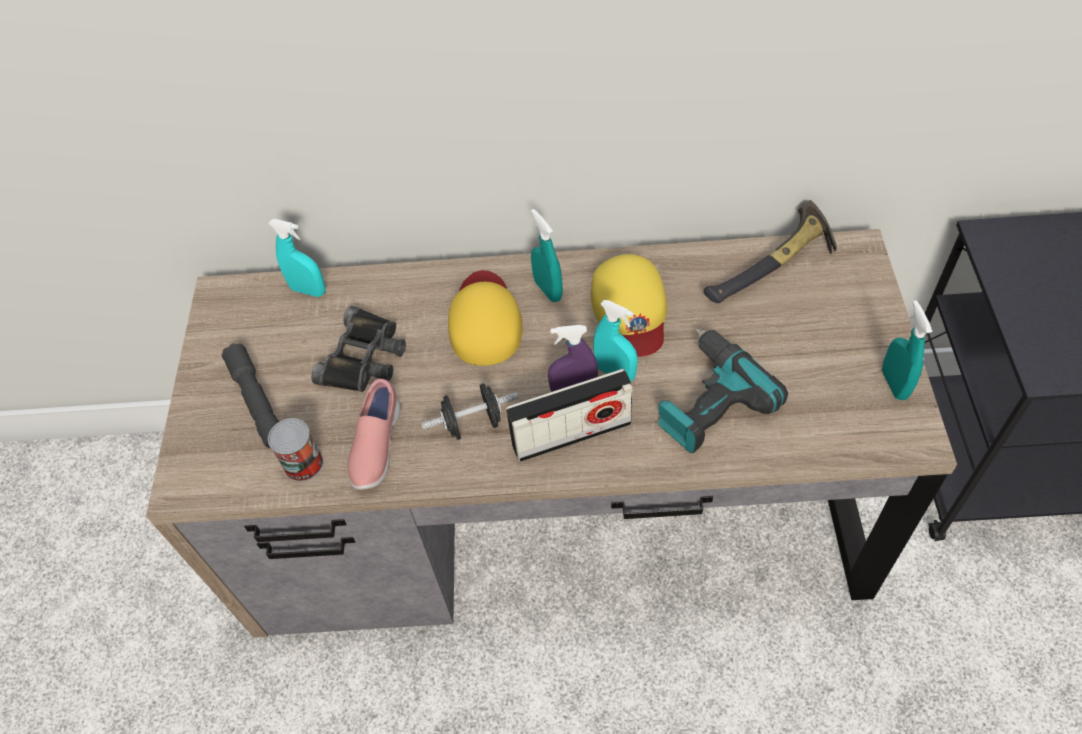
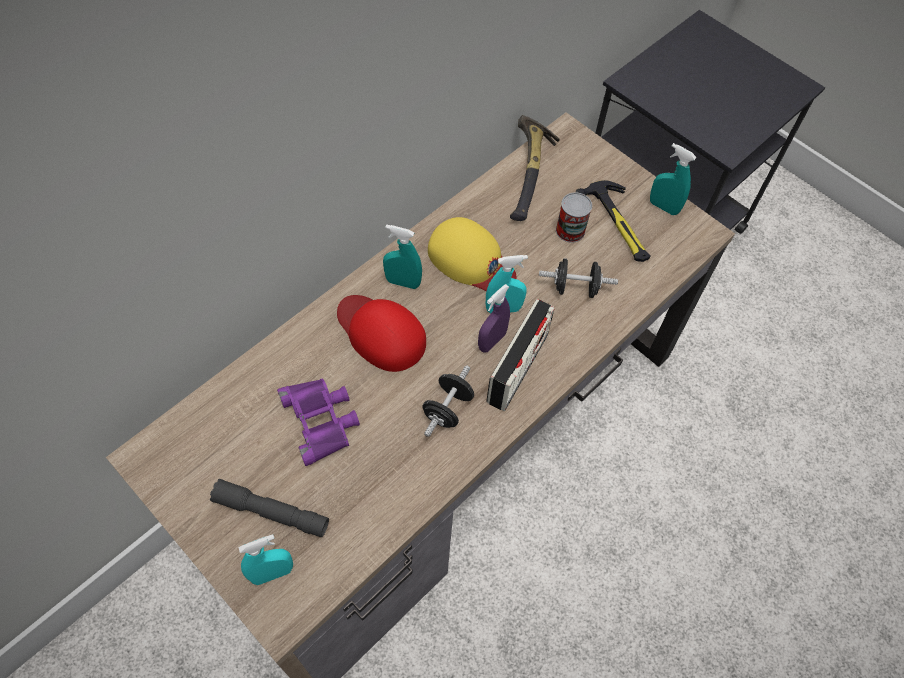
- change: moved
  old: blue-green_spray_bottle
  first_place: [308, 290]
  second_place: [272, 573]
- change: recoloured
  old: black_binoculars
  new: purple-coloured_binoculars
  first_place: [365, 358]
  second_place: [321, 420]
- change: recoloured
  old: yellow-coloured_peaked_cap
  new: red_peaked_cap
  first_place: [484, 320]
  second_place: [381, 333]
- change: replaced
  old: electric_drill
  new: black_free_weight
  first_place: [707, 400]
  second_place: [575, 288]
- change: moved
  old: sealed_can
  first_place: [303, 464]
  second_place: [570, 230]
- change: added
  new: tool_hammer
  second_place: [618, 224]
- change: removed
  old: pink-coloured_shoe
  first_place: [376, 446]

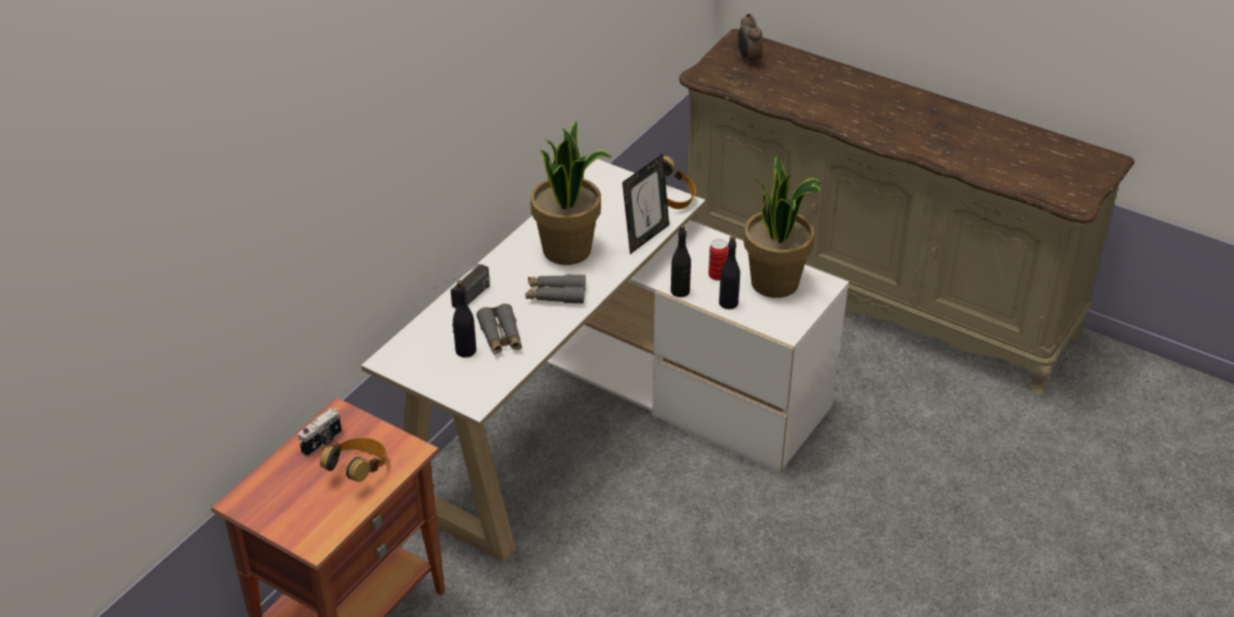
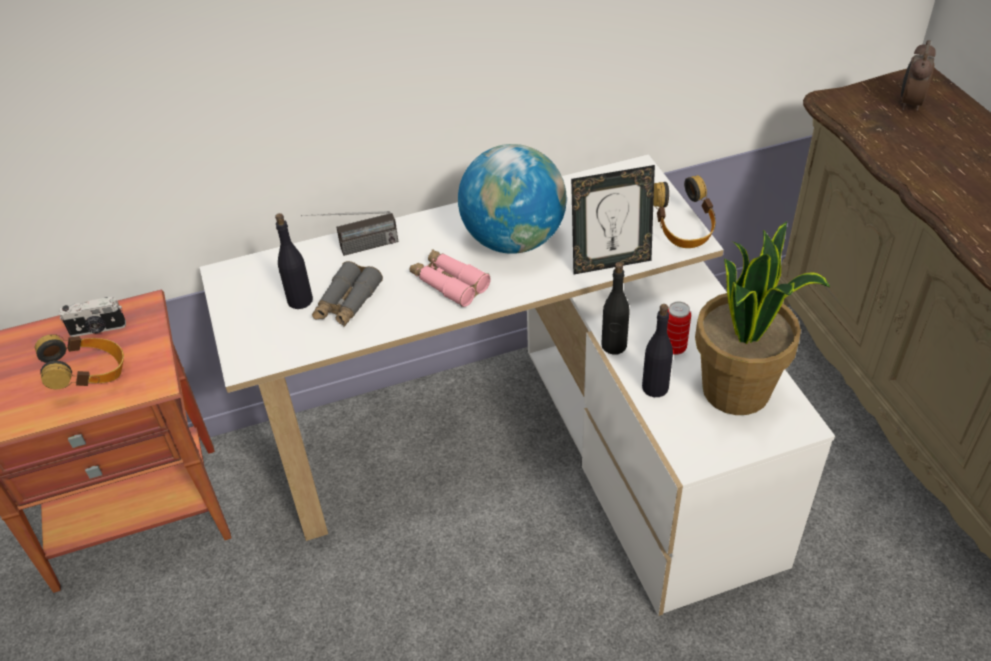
- change: recoloured
  old: grey_binoculars
  new: pink-coloured_binoculars
  first_place: [555, 295]
  second_place: [449, 283]
- change: replaced
  old: plant_in_a_pot
  new: desk_globe
  first_place: [568, 250]
  second_place: [514, 240]

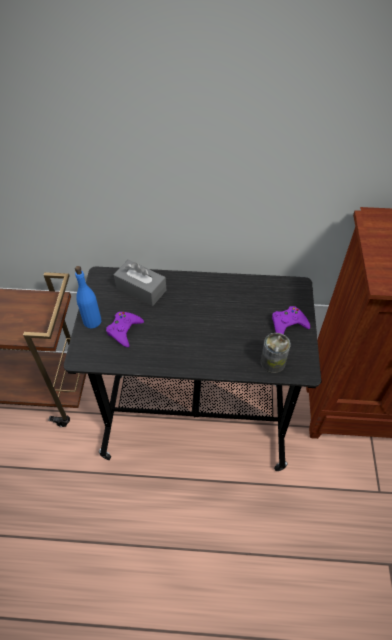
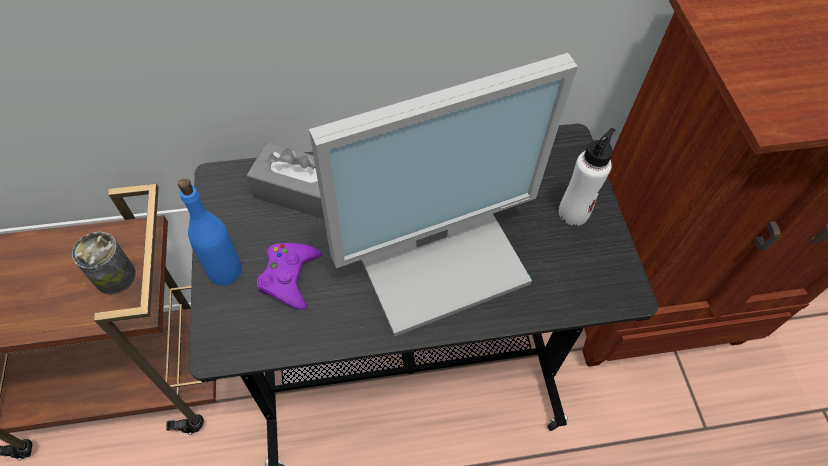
- change: moved
  old: sealed_can
  first_place: [273, 362]
  second_place: [115, 276]
- change: added
  new: monitor
  second_place: [438, 251]
- change: replaced
  old: purple-coloured_joypad
  new: white-coloured_beverage_bottle
  first_place: [288, 324]
  second_place: [573, 213]

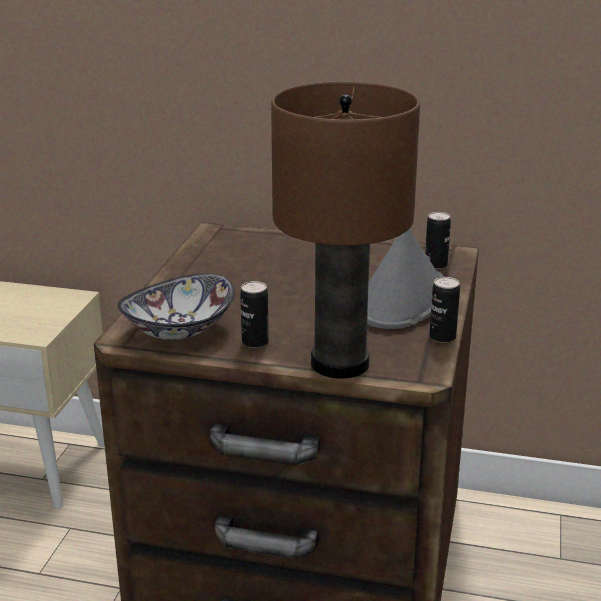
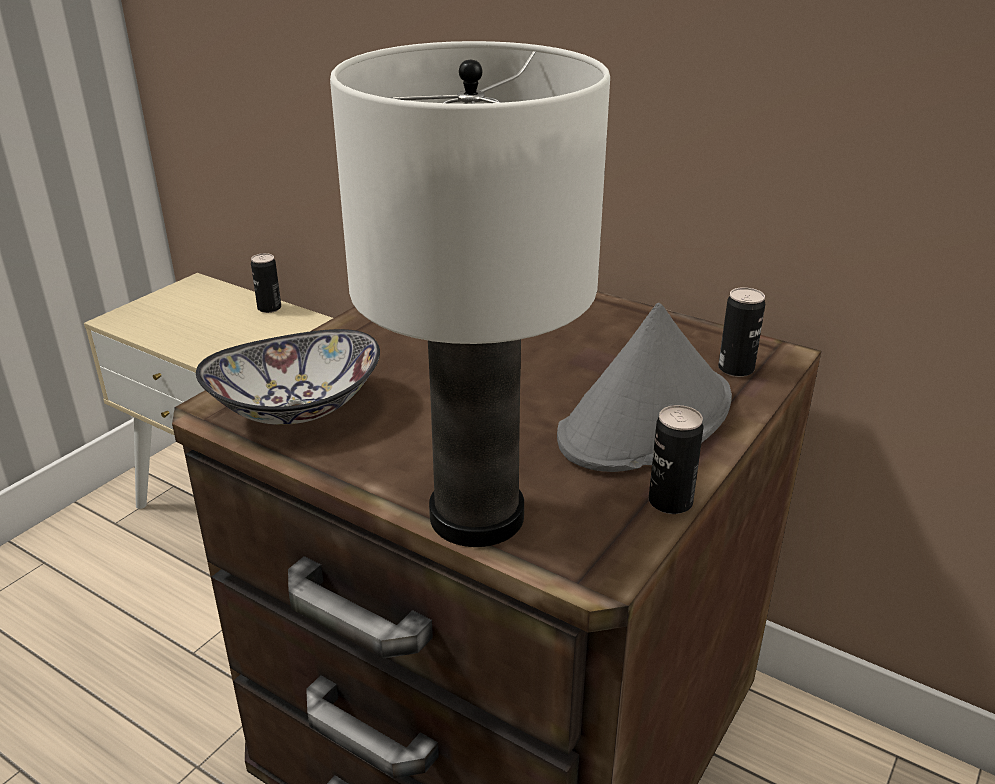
- change: moved
  old: sealed_can
  first_place: [255, 342]
  second_place: [269, 308]
- change: recoloured
  old: brown_table_lamp
  new: white-coloured_table_lamp
  first_place: [339, 363]
  second_place: [475, 515]

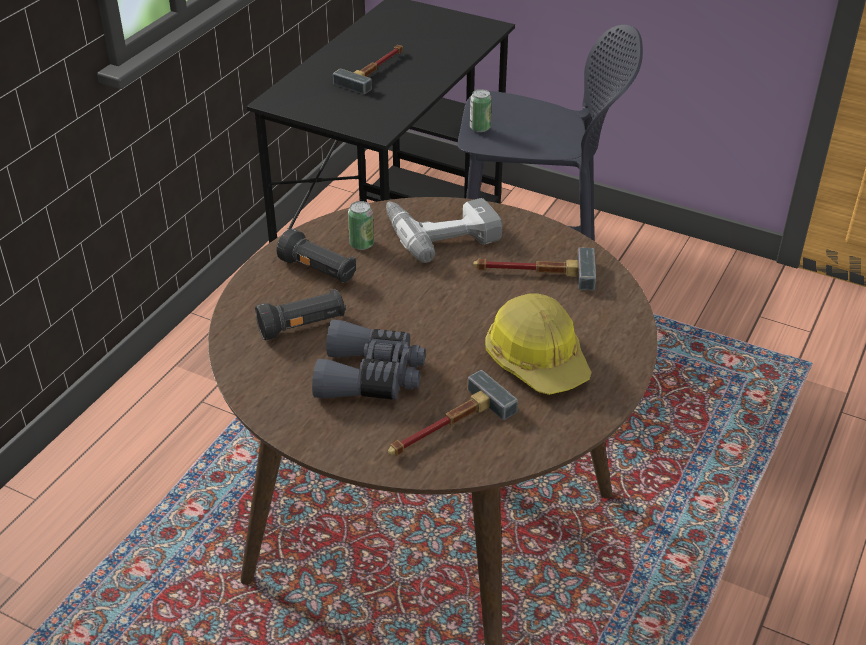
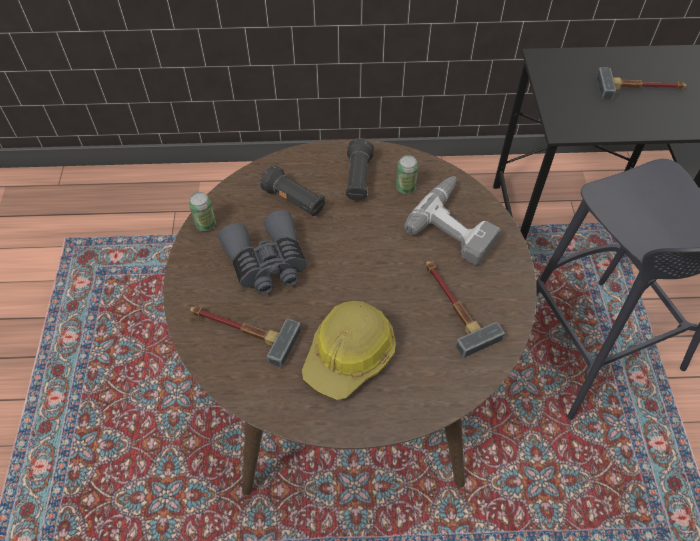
- change: moved
  old: sealed_can
  first_place: [480, 128]
  second_place: [205, 224]

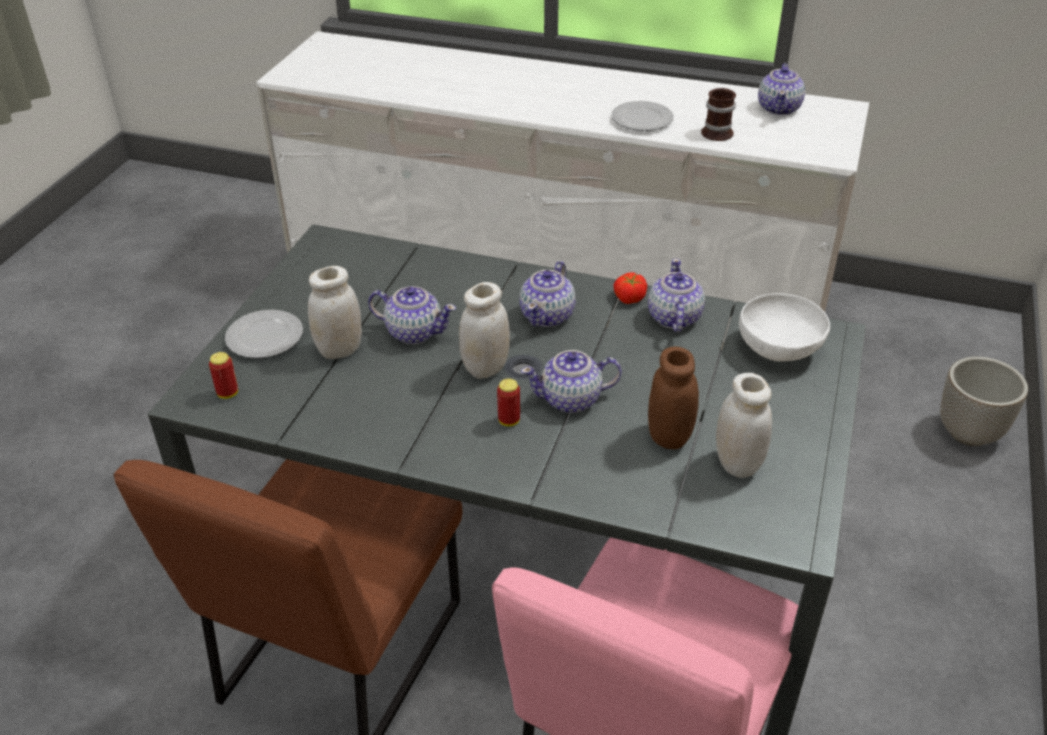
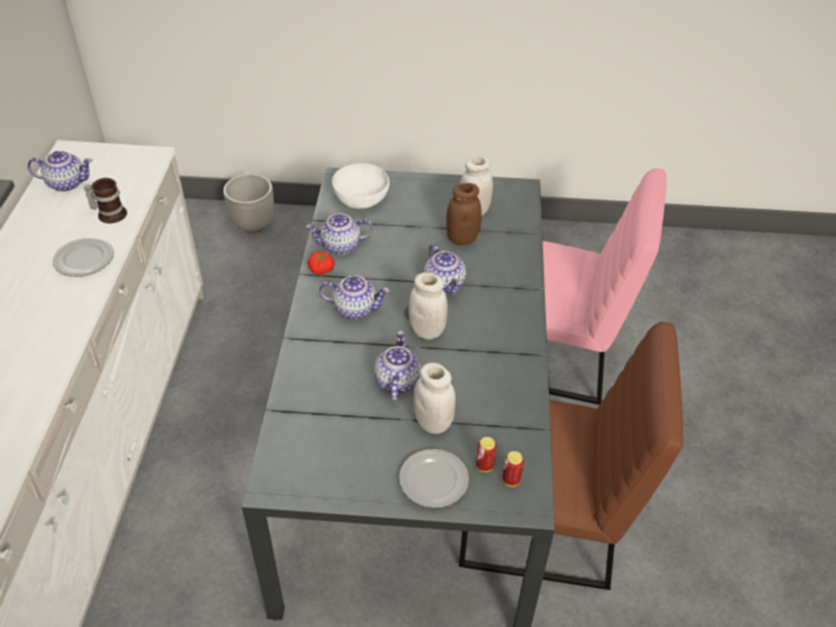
- change: moved
  old: sealed_can
  first_place: [509, 420]
  second_place: [484, 466]

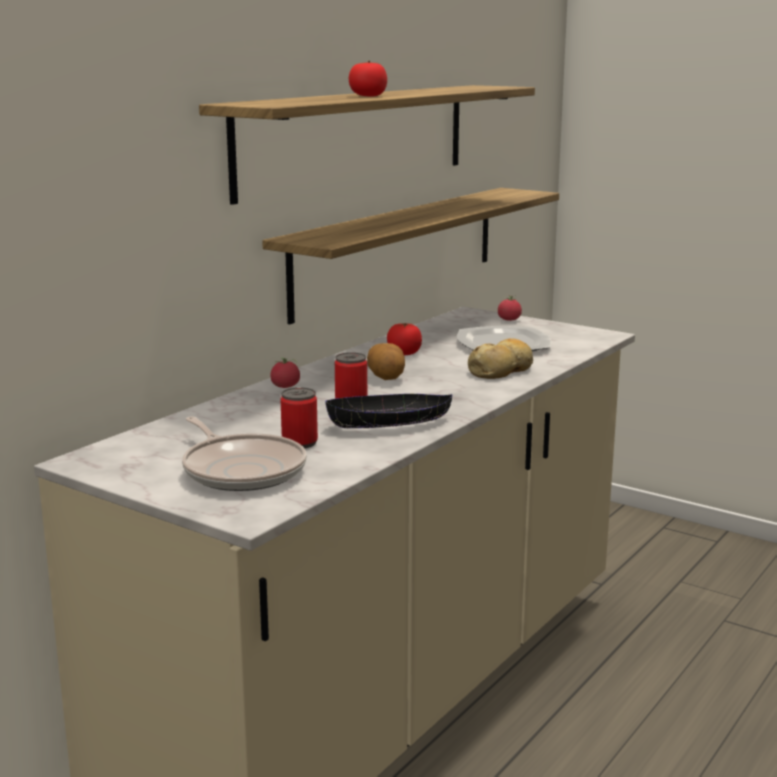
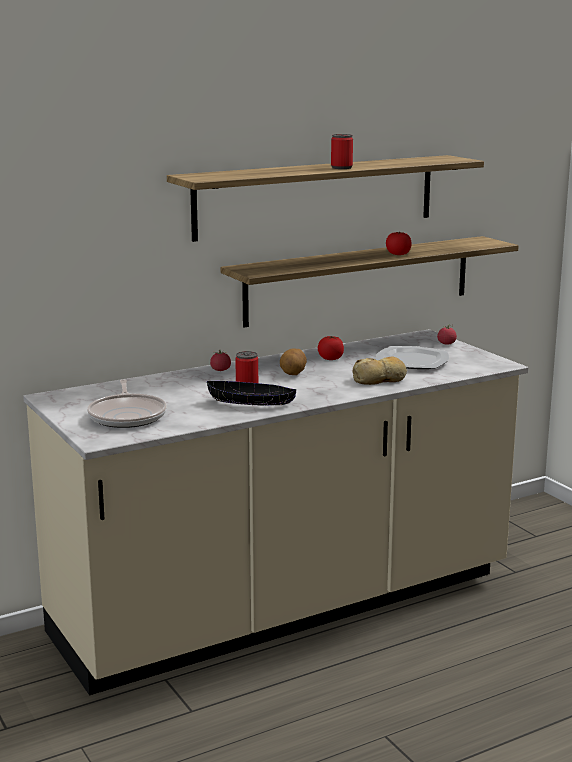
- change: moved
  old: sealed_can
  first_place: [299, 443]
  second_place: [341, 168]
- change: moved
  old: whole_tomato
  first_place: [368, 96]
  second_place: [398, 254]

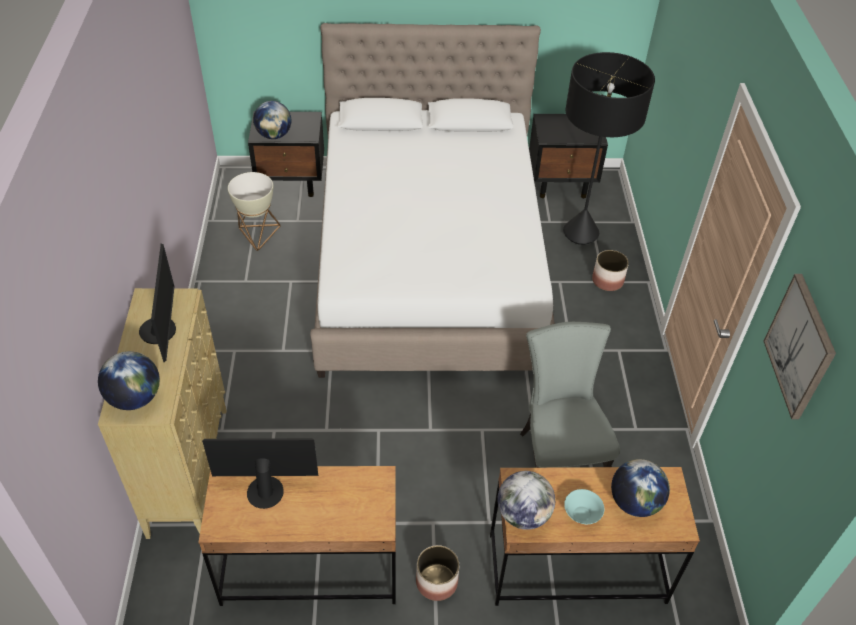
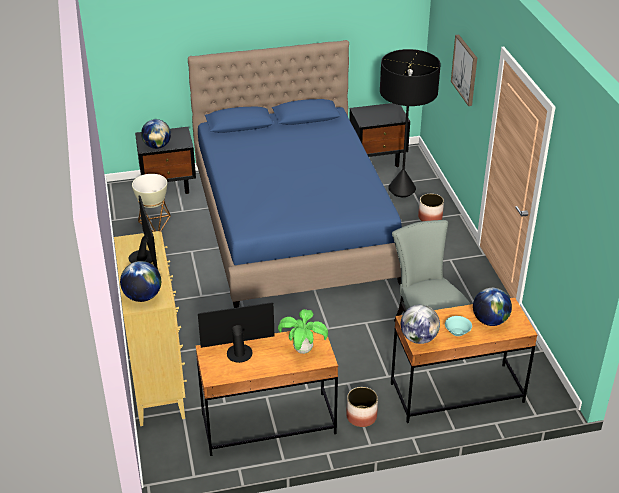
- change: recoloured
  old: white-coloured_sleeping_bed
  new: bluish_sleeping_bed
  first_place: [429, 261]
  second_place: [294, 223]
- change: added
  new: plant_in_a_pot
  second_place: [303, 350]
- change: moved
  old: wall_picture
  first_place: [800, 346]
  second_place: [465, 69]

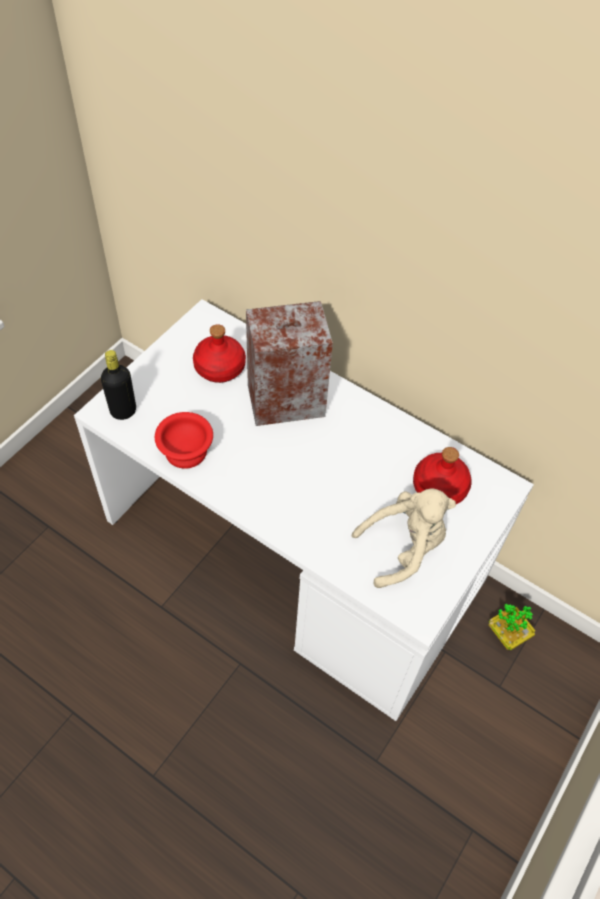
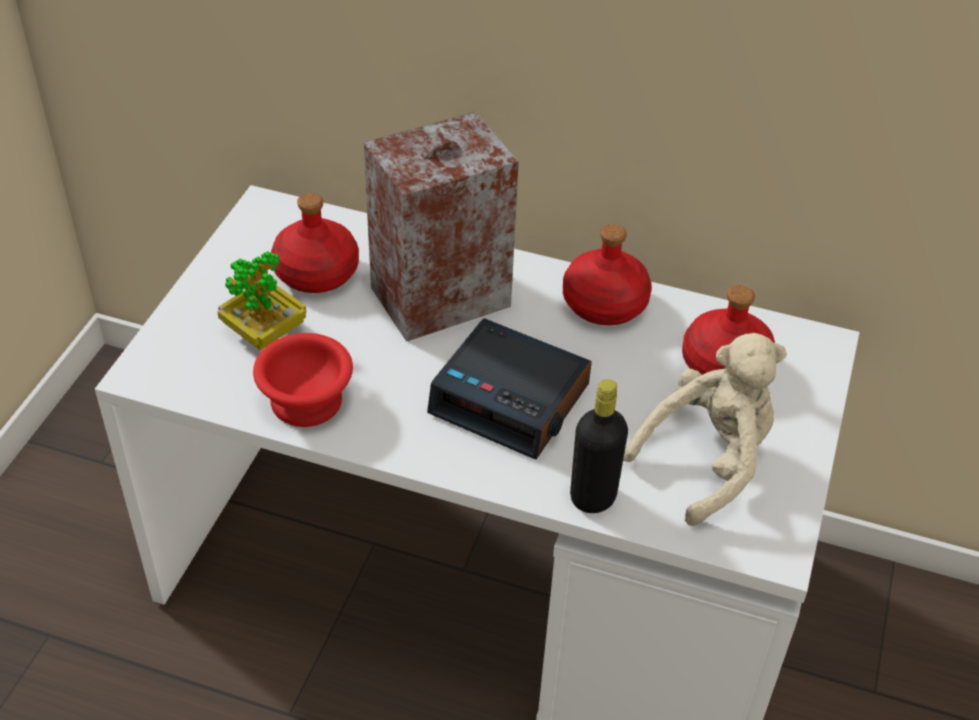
- change: moved
  old: plant_in_a_pot
  first_place: [508, 633]
  second_place: [264, 332]
- change: added
  new: bedside_clock
  second_place: [511, 399]
- change: added
  new: red_beverage_bottle
  second_place: [605, 303]
- change: moved
  old: black_beverage_bottle
  first_place: [123, 411]
  second_place: [593, 497]

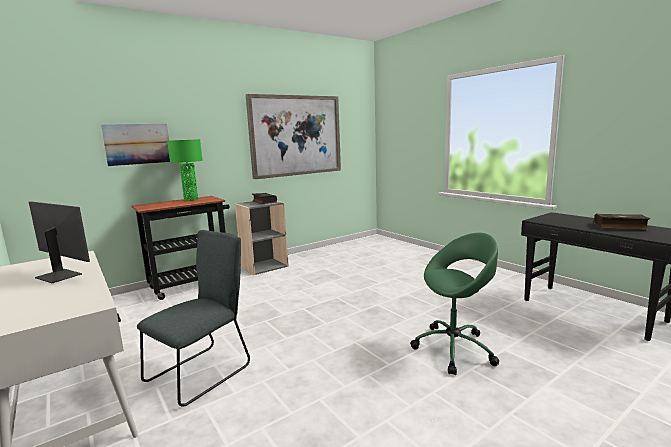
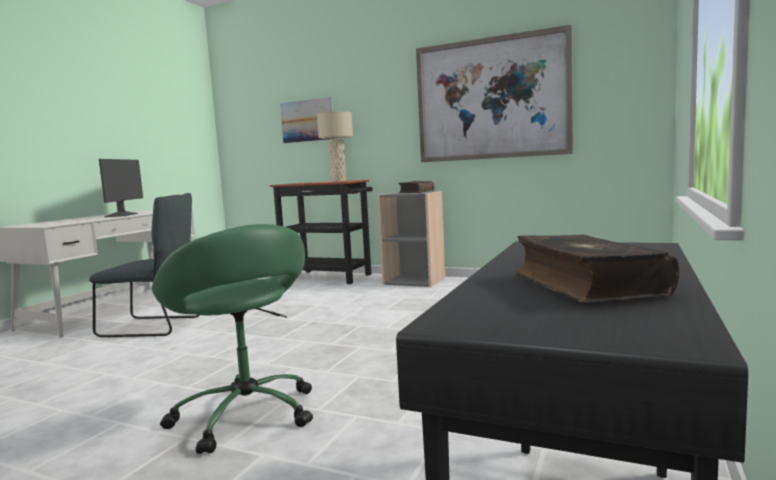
- change: recoloured
  old: green_table_lamp
  new: sand-coloured_table_lamp
  first_place: [190, 199]
  second_place: [338, 181]

